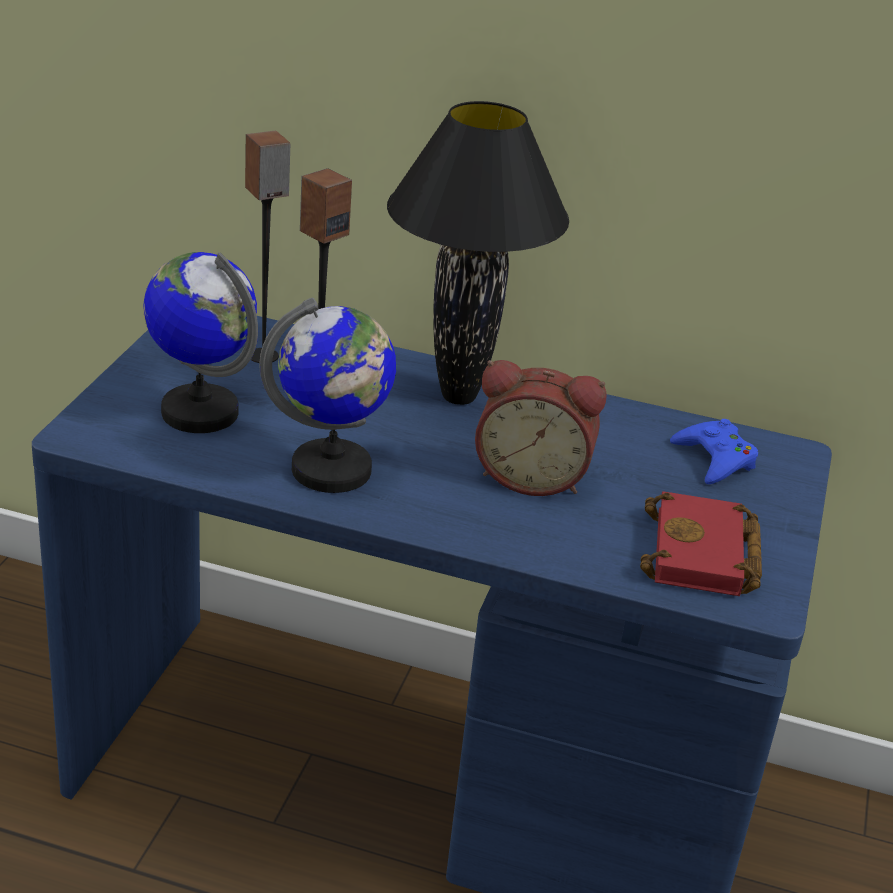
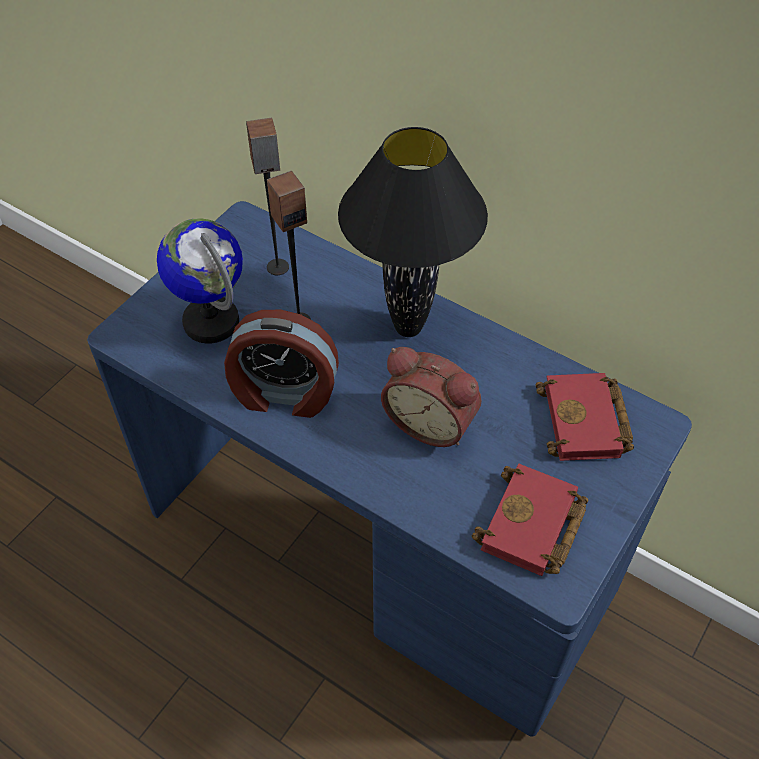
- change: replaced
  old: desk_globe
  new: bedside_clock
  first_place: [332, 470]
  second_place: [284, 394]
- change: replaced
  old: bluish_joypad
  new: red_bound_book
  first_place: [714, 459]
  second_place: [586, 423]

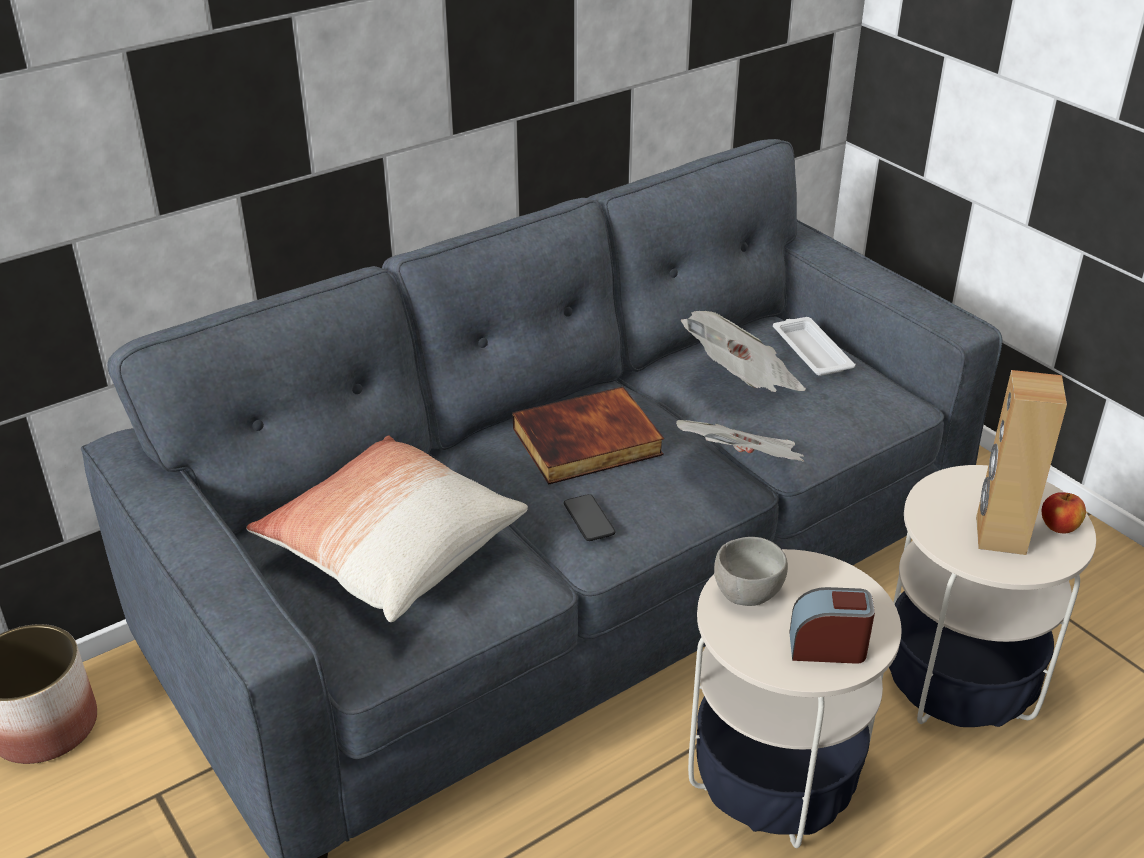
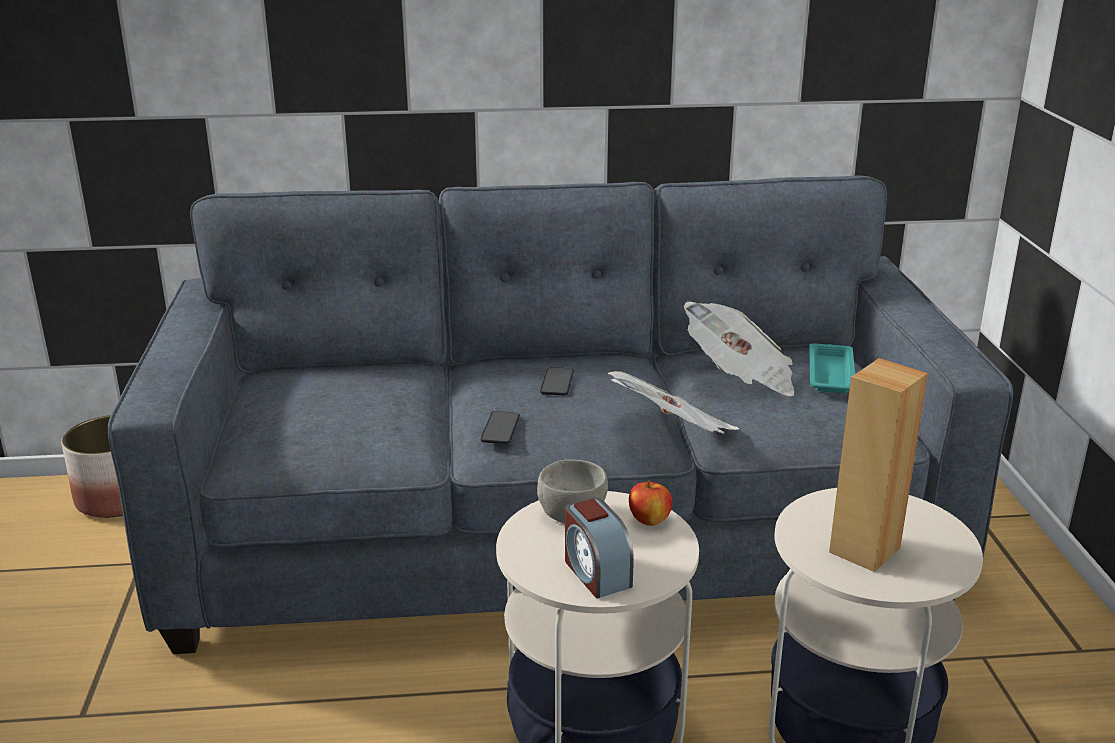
- change: replaced
  old: bound_book
  new: handset
  first_place: [587, 443]
  second_place: [557, 382]
- change: turned
  old: bedside_clock
  first_place: [827, 647]
  second_place: [595, 572]
  degrees: -150
- change: moved
  old: whole_apple
  first_place: [1059, 527]
  second_place: [649, 520]
- change: recoloured
  old: white-coloured_serving_tray
  new: blue-green_serving_tray
  first_place: [810, 351]
  second_place: [831, 373]
- change: removed
  old: pillow
  first_place: [391, 549]

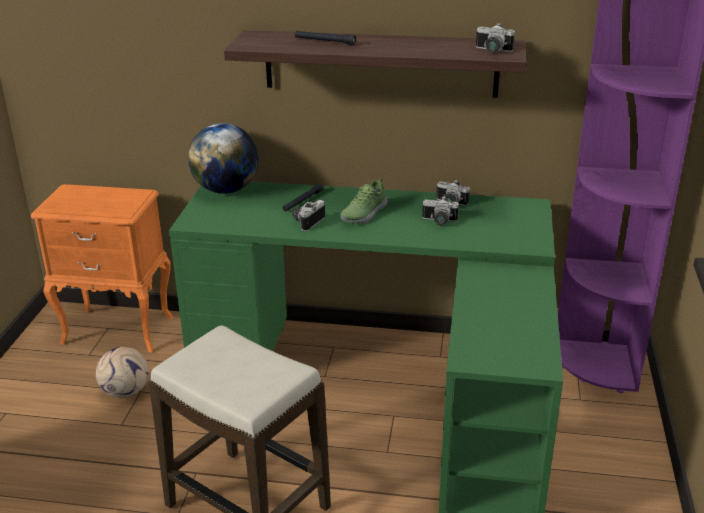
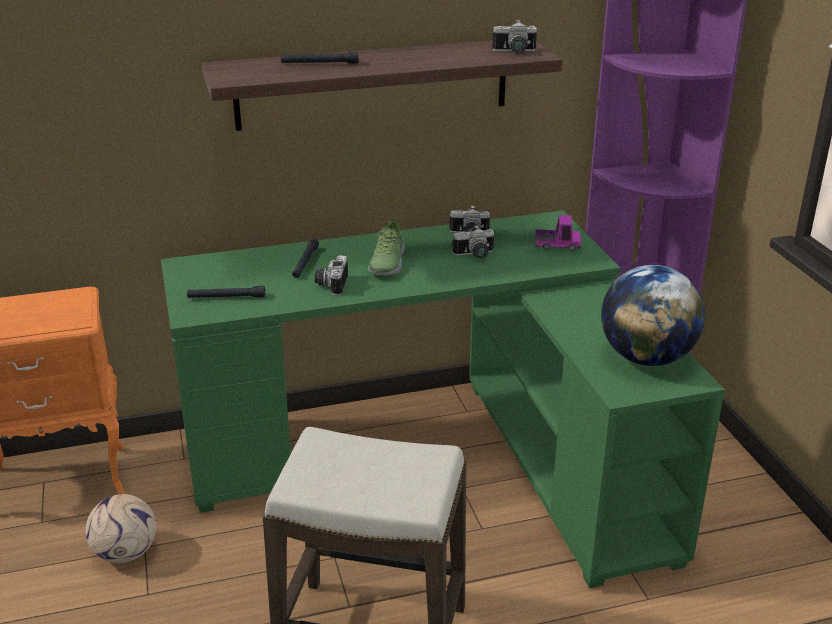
- change: added
  new: black_hand_torch
  second_place: [226, 297]
- change: added
  new: model_truck
  second_place: [557, 245]
- change: moved
  old: desk_globe
  first_place: [226, 190]
  second_place: [646, 357]

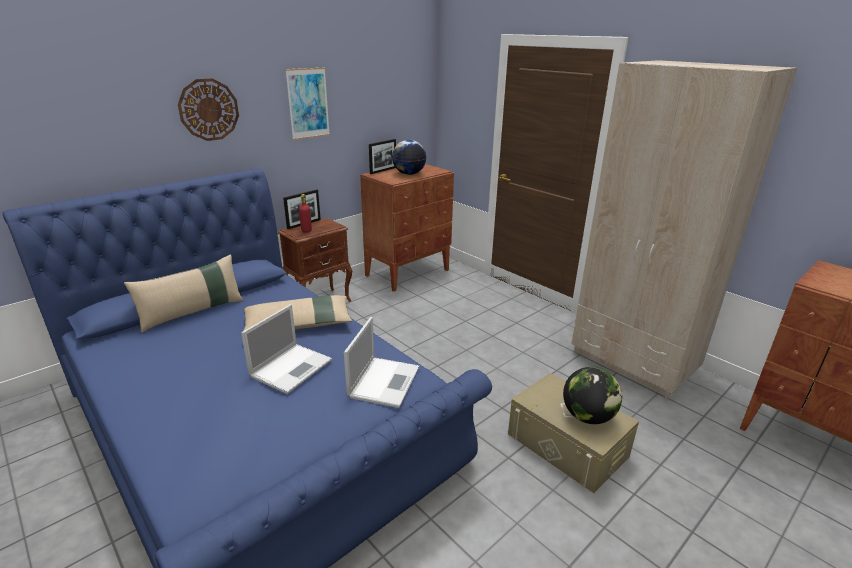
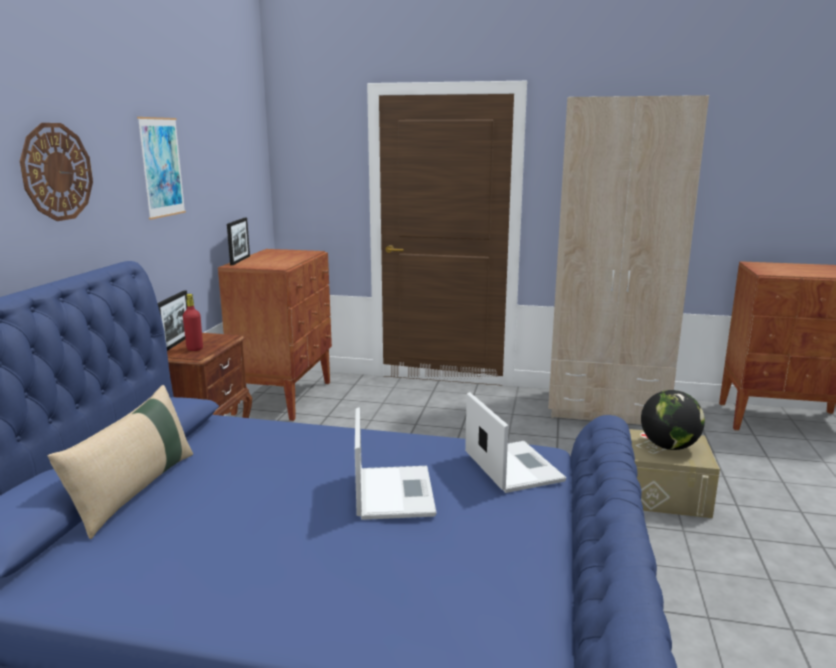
- change: removed
  old: sand-coloured_pillow
  first_place: [299, 324]
- change: removed
  old: desk_globe
  first_place: [409, 174]

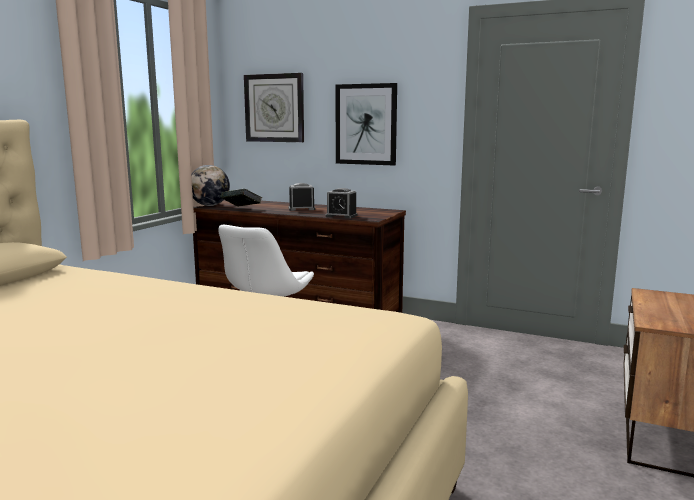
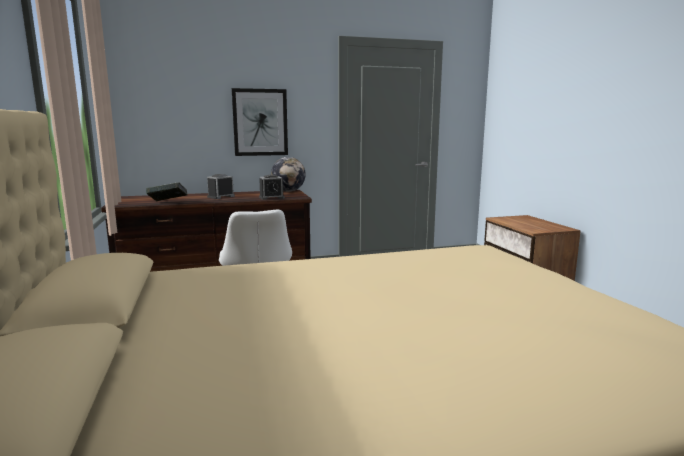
- change: moved
  old: desk_globe
  first_place: [210, 205]
  second_place: [288, 191]
- change: removed
  old: hanging_clock
  first_place: [274, 108]

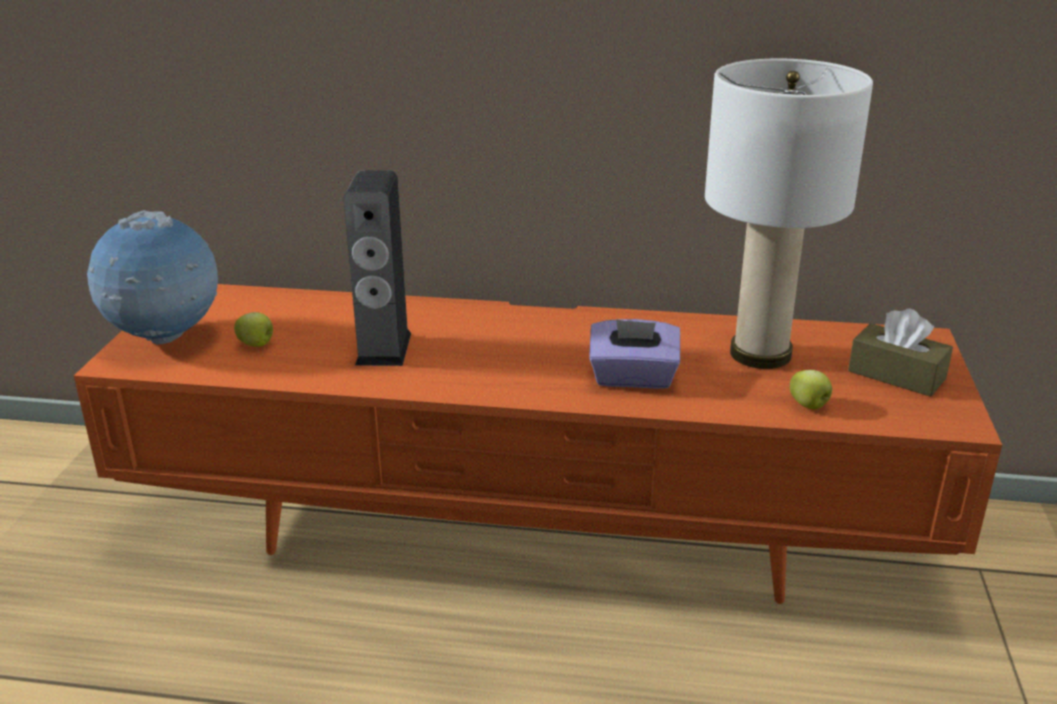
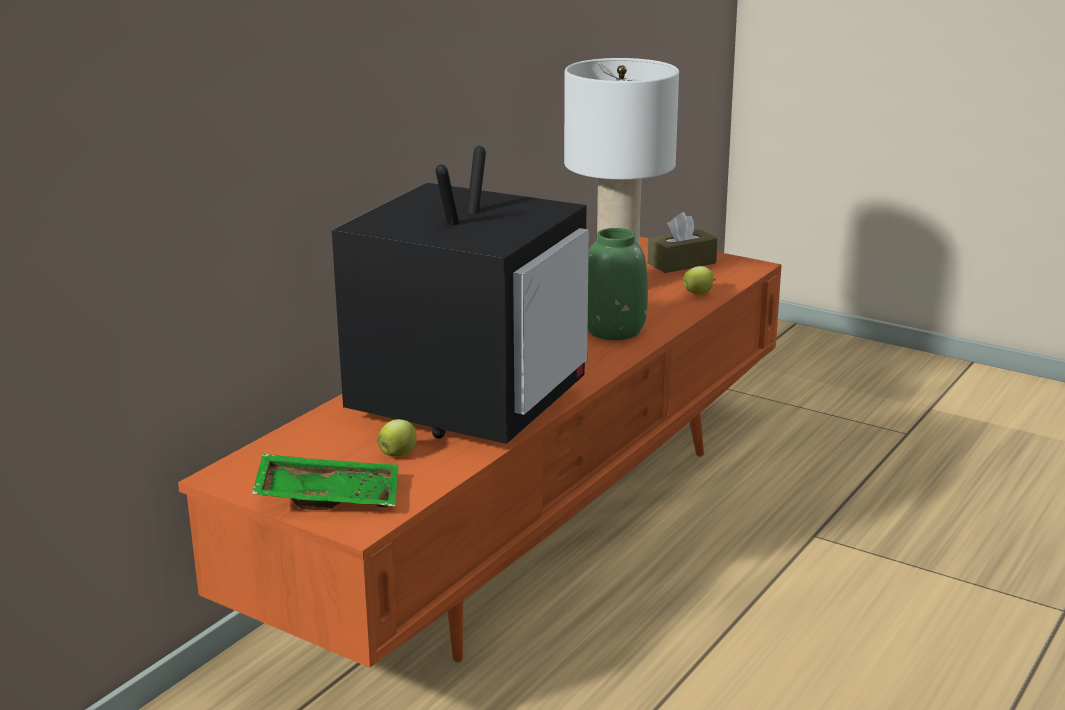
- change: replaced
  old: desk_globe
  new: green_serving_tray
  first_place: [165, 338]
  second_place: [329, 496]
- change: replaced
  old: audio_speaker
  new: TV
  first_place: [383, 348]
  second_place: [469, 403]
- change: replaced
  old: purple-coloured_box_of_tissues
  new: green_vase
  first_place: [633, 378]
  second_place: [613, 330]

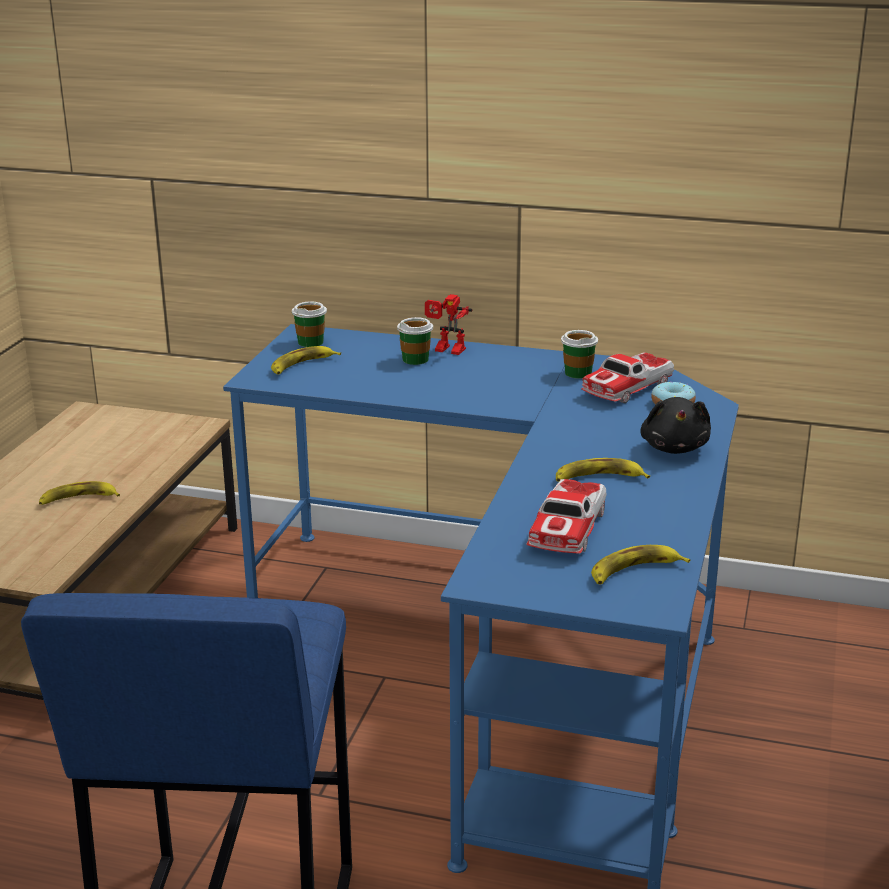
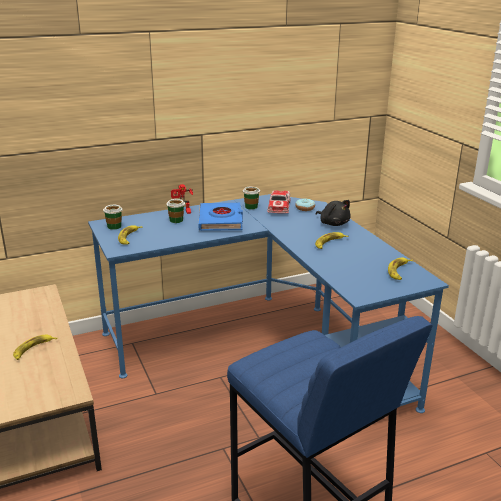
- change: added
  new: bluish_bound_book
  second_place: [221, 221]
- change: removed
  old: model_car
  first_place: [567, 528]

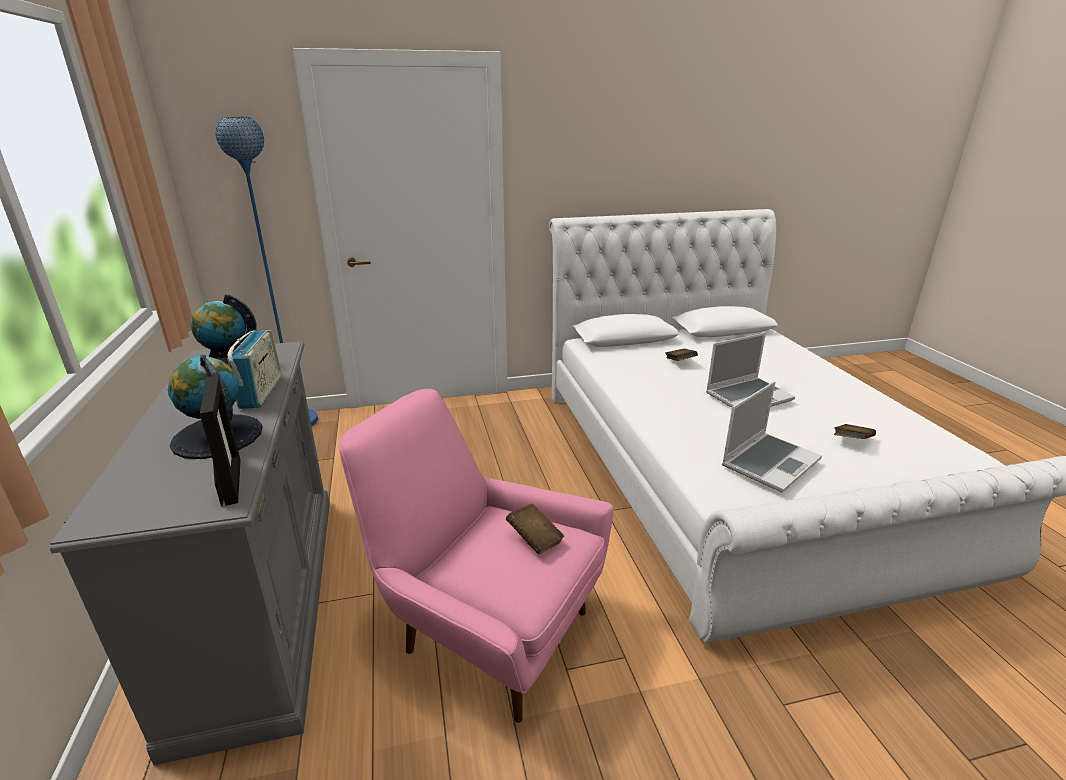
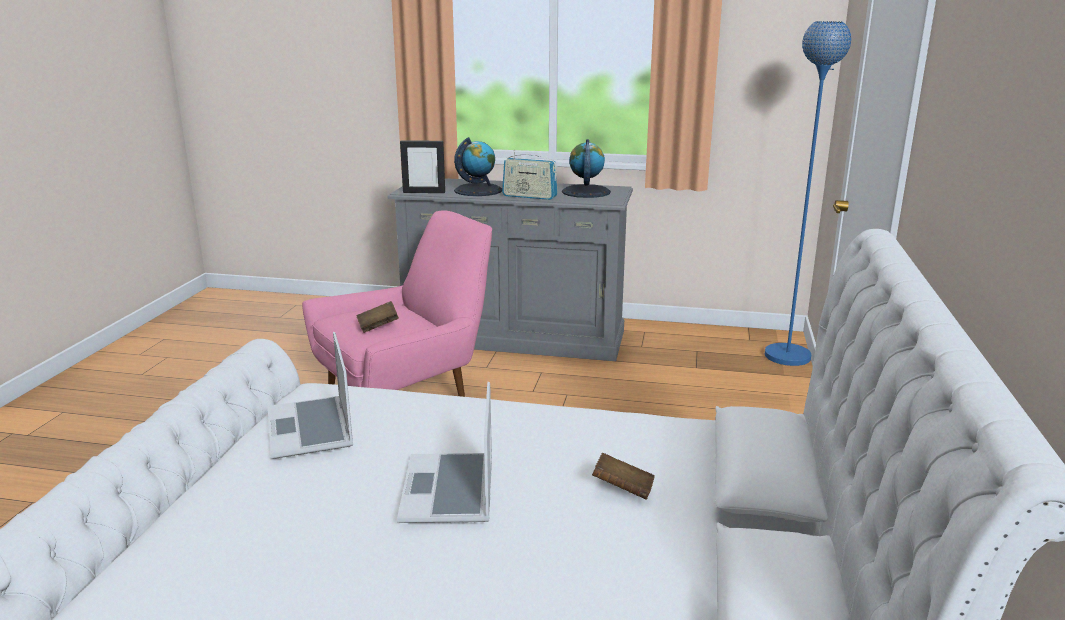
- change: removed
  old: brown_bound_book
  first_place: [852, 441]

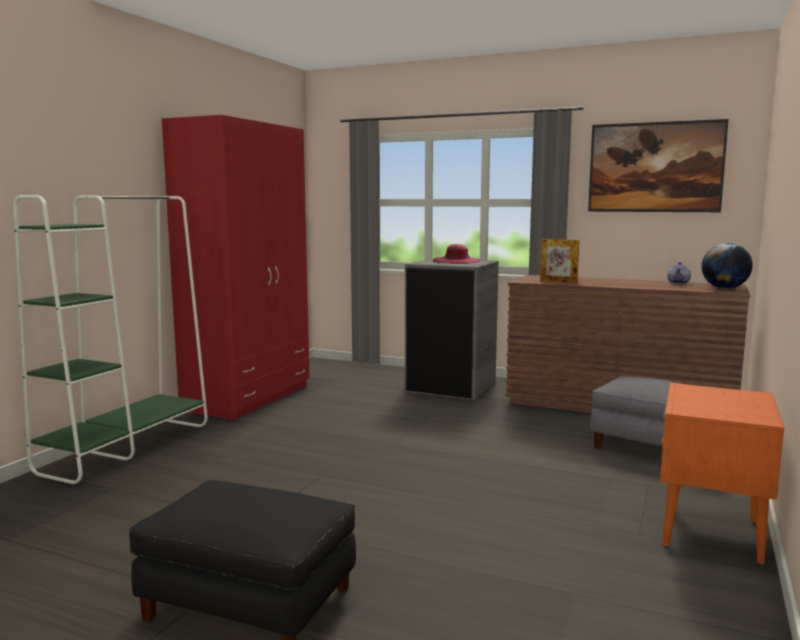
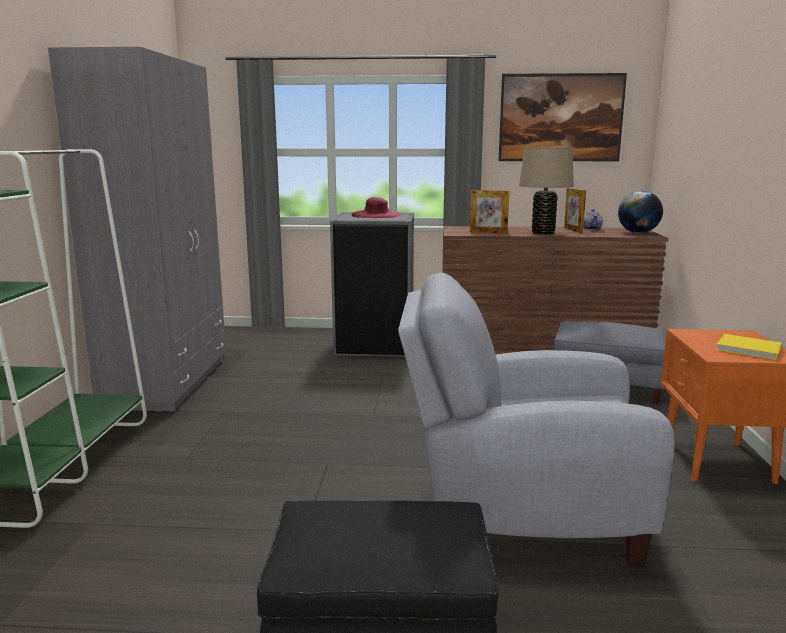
- change: recoloured
  old: red_armoire
  new: grey_armoire
  first_place: [249, 398]
  second_place: [168, 383]
- change: added
  new: grey_lounge_chair
  second_place: [519, 513]
- change: added
  new: sand-coloured_table_lamp
  second_place: [543, 233]
- change: added
  new: picture_frame
  second_place: [573, 230]
- change: added
  new: yellow-coloured_bound_book
  second_place: [750, 349]

